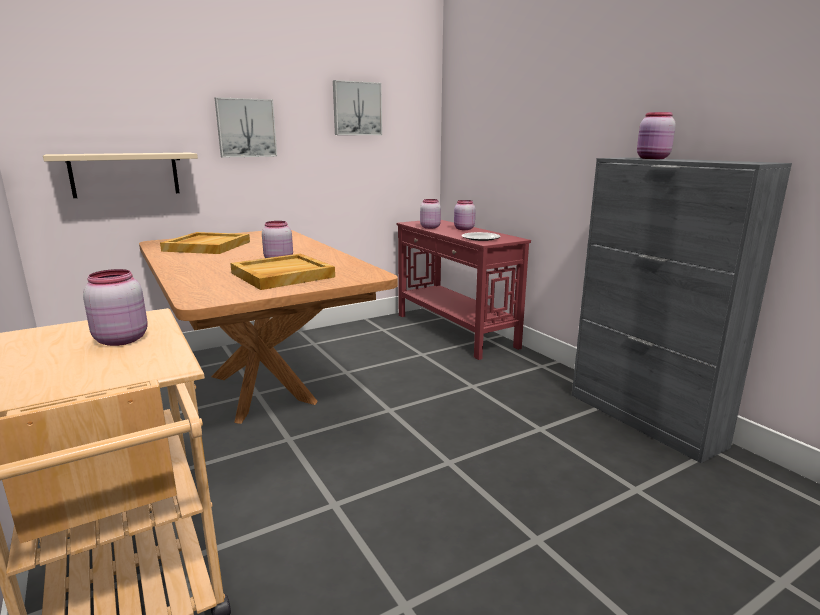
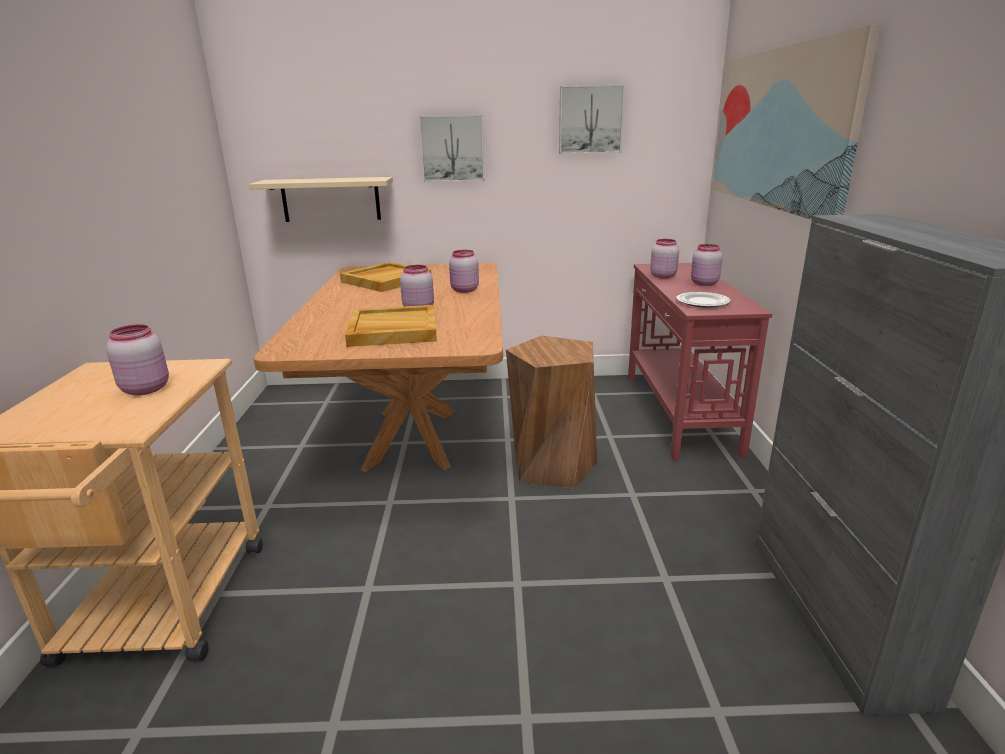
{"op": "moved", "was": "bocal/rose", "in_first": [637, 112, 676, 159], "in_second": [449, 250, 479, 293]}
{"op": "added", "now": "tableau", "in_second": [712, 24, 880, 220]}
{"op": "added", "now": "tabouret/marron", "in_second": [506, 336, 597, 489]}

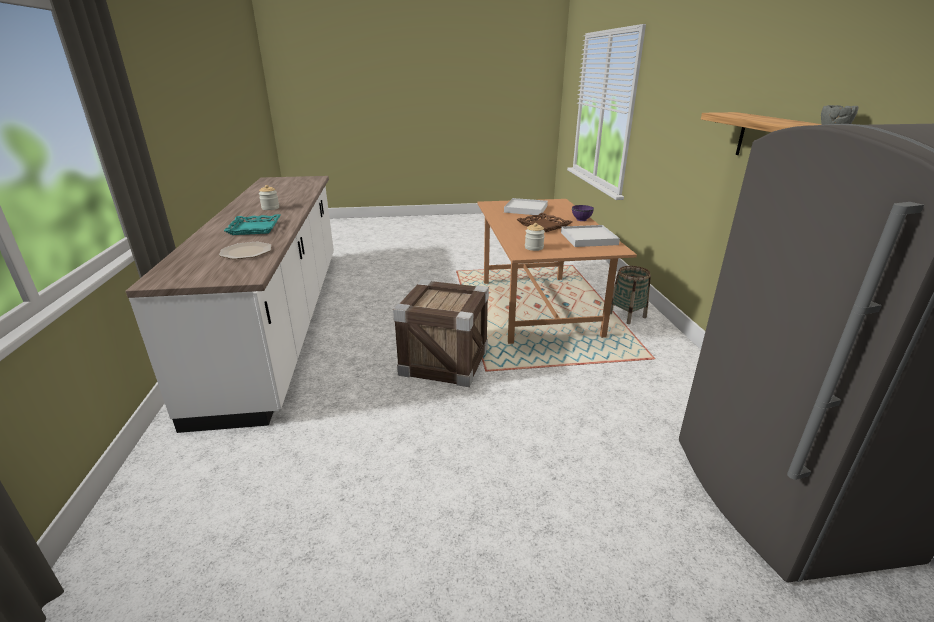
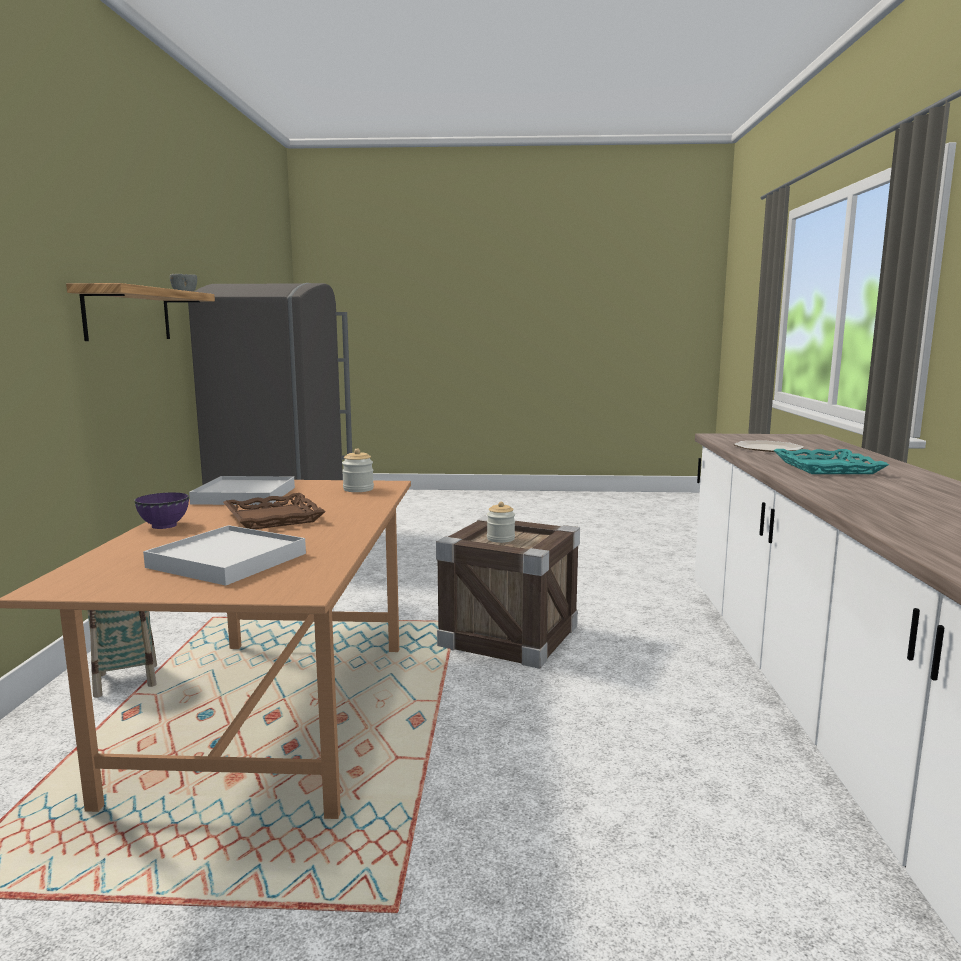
{"op": "moved", "was": "bocal", "in_first": [259, 185, 279, 210], "in_second": [487, 502, 515, 543]}

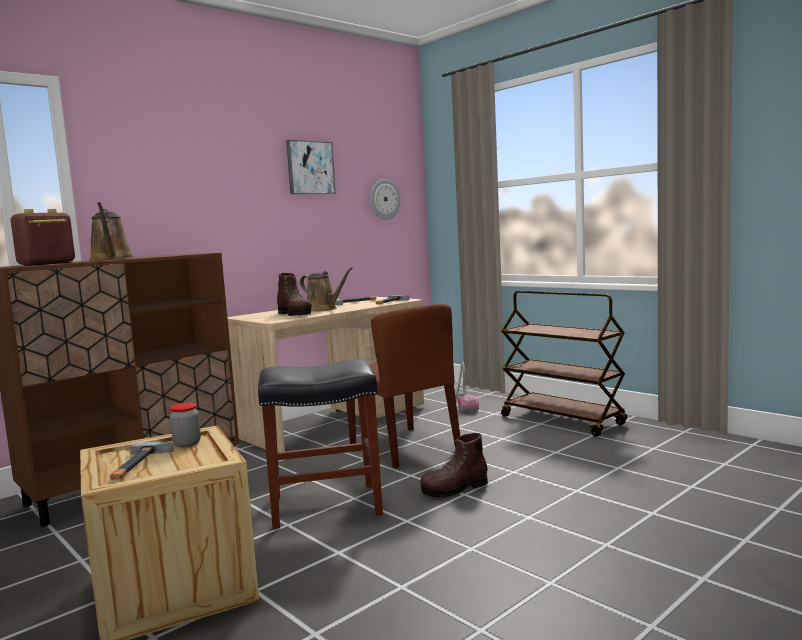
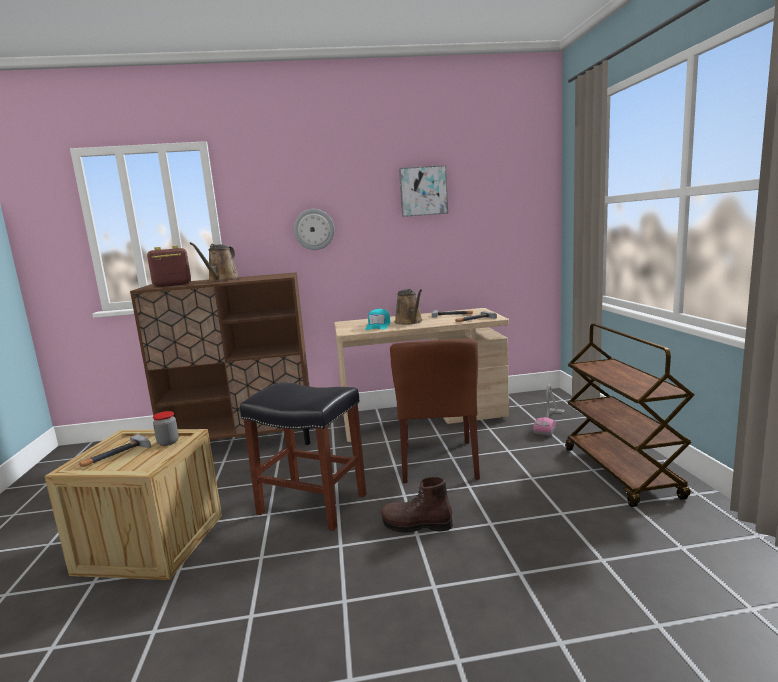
{"op": "moved", "was": "horloge murale", "in_first": [370, 179, 400, 220], "in_second": [294, 209, 335, 250]}
{"op": "replaced", "was": "botte/marron", "now": "casquette/turquoise", "in_first": [277, 273, 312, 316], "in_second": [365, 309, 391, 330]}

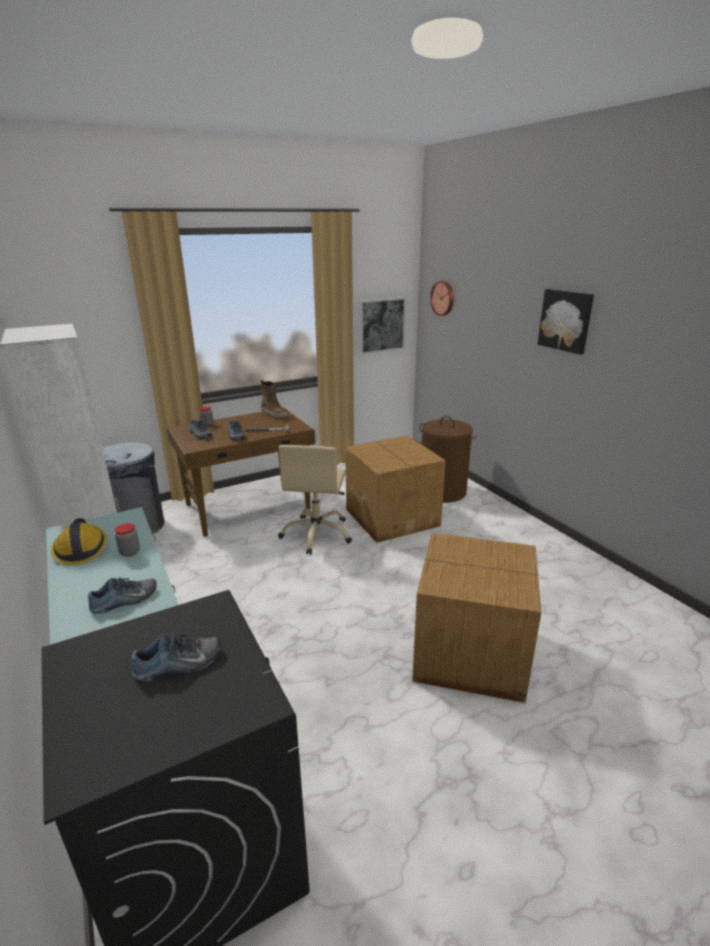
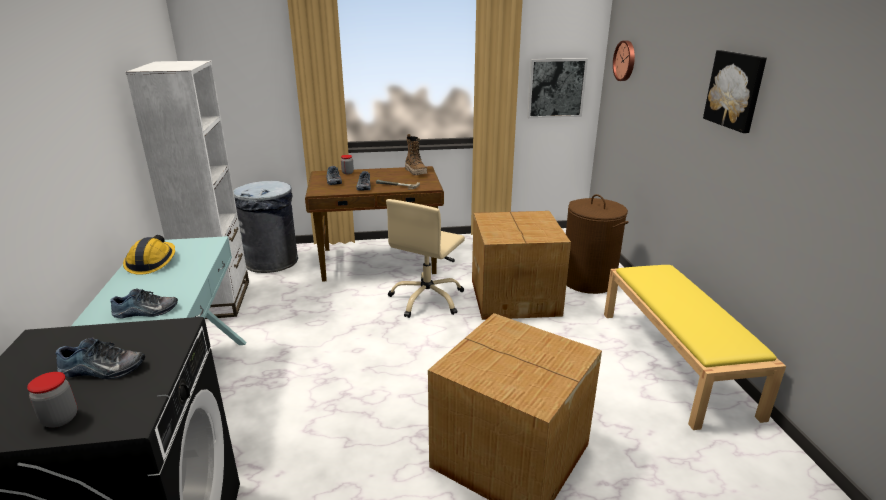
{"op": "moved", "was": "bocal", "in_first": [114, 523, 140, 557], "in_second": [27, 372, 78, 428]}
{"op": "added", "now": "banc/jaune", "in_second": [604, 265, 786, 430]}

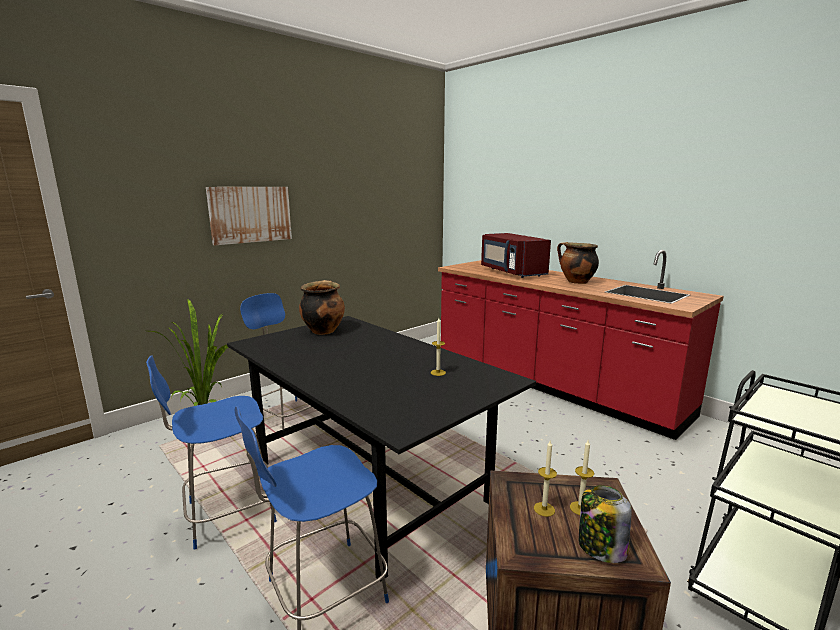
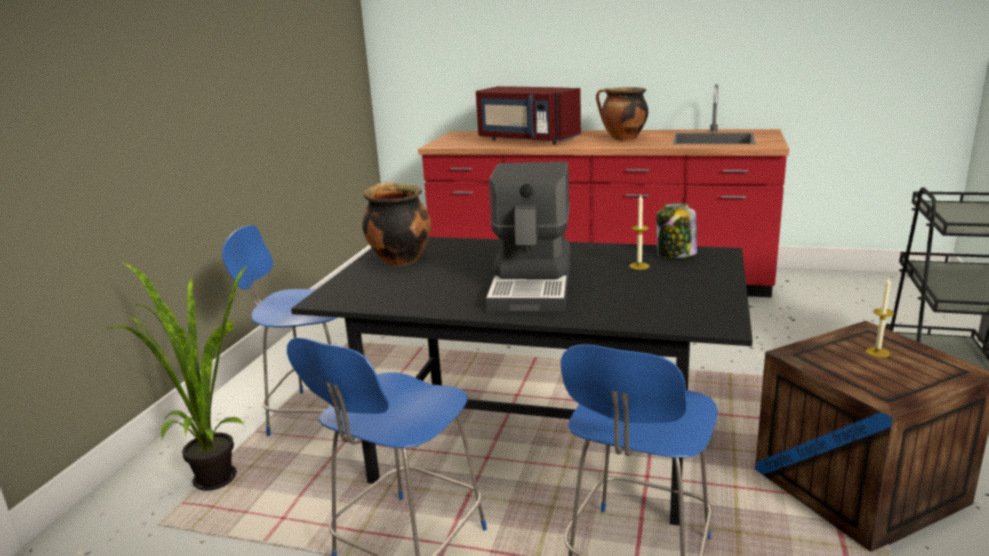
{"op": "removed", "was": "tableau", "in_first": [206, 187, 292, 246]}
{"op": "removed", "was": "bougie", "in_first": [534, 441, 557, 517]}
{"op": "moved", "was": "bocal", "in_first": [579, 485, 632, 563], "in_second": [656, 203, 697, 258]}
{"op": "added", "now": "machine à café", "in_second": [486, 162, 570, 312]}

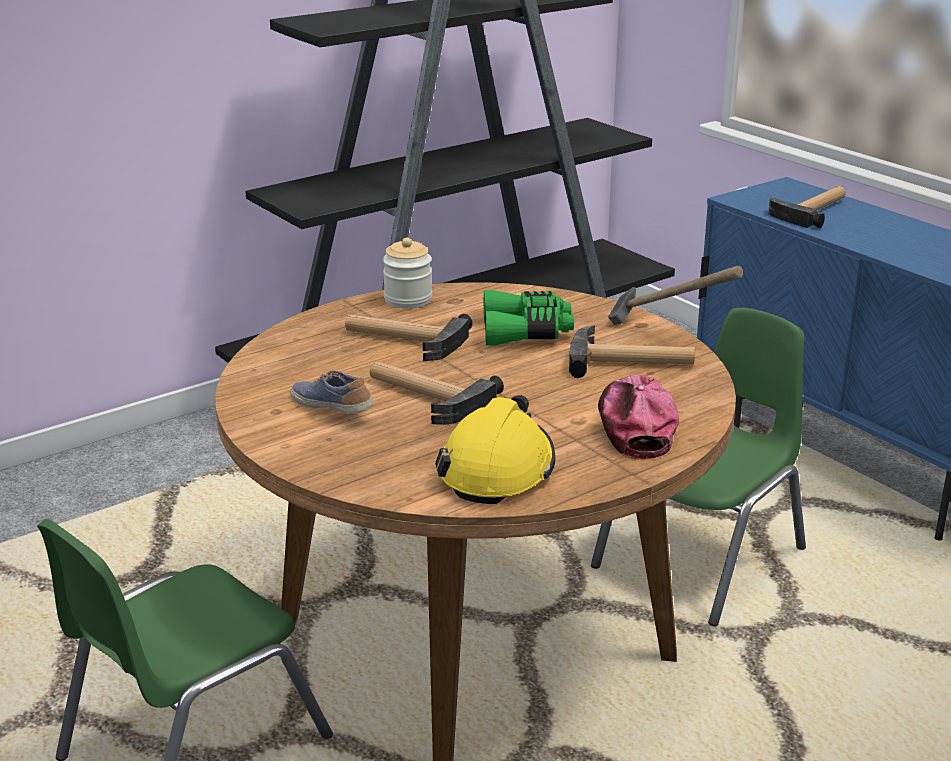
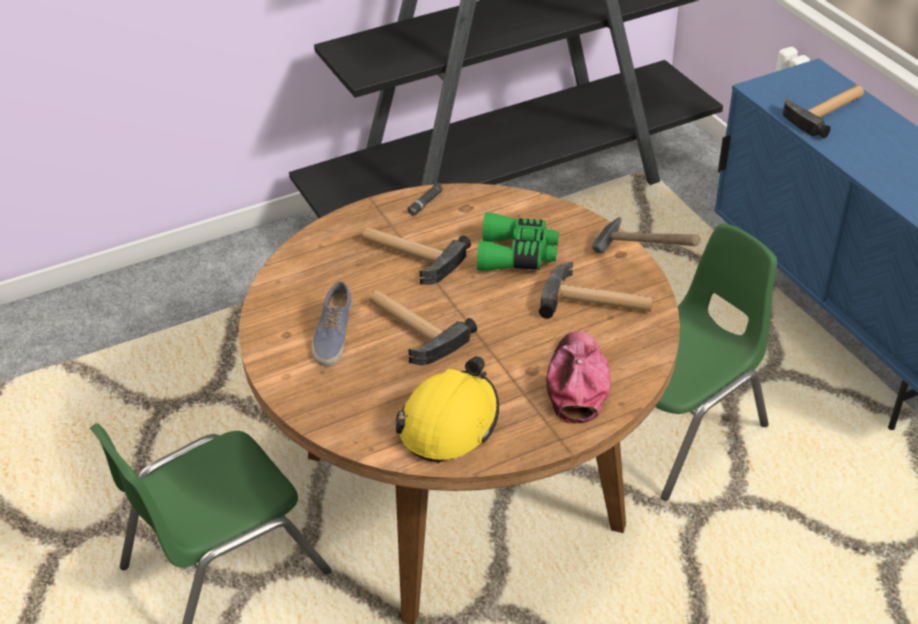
{"op": "replaced", "was": "bocal", "now": "lampe de poche/noir", "in_first": [383, 238, 432, 308], "in_second": [408, 183, 443, 216]}
{"op": "turned", "was": "chaussure", "in_first": [290, 370, 373, 414], "in_second": [312, 281, 353, 366], "clockwise": -135}

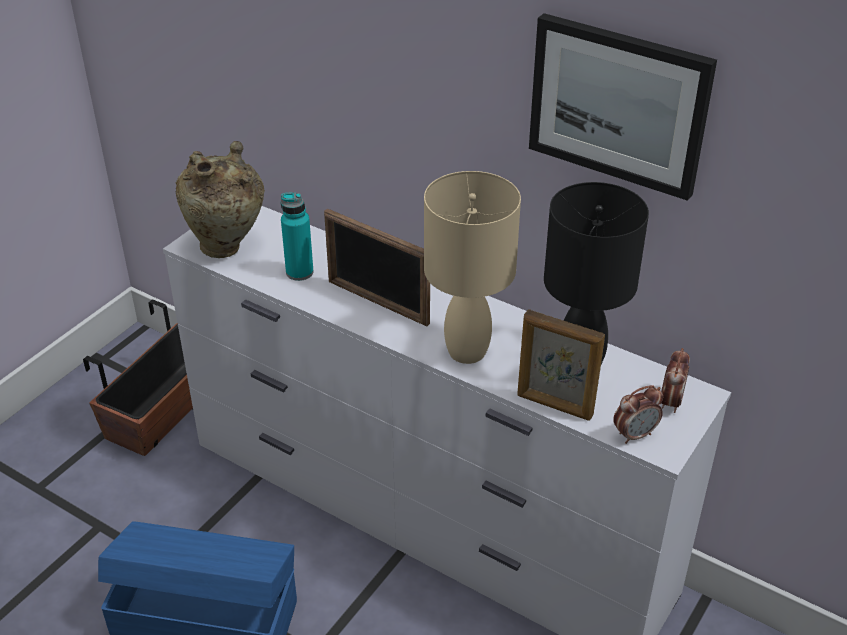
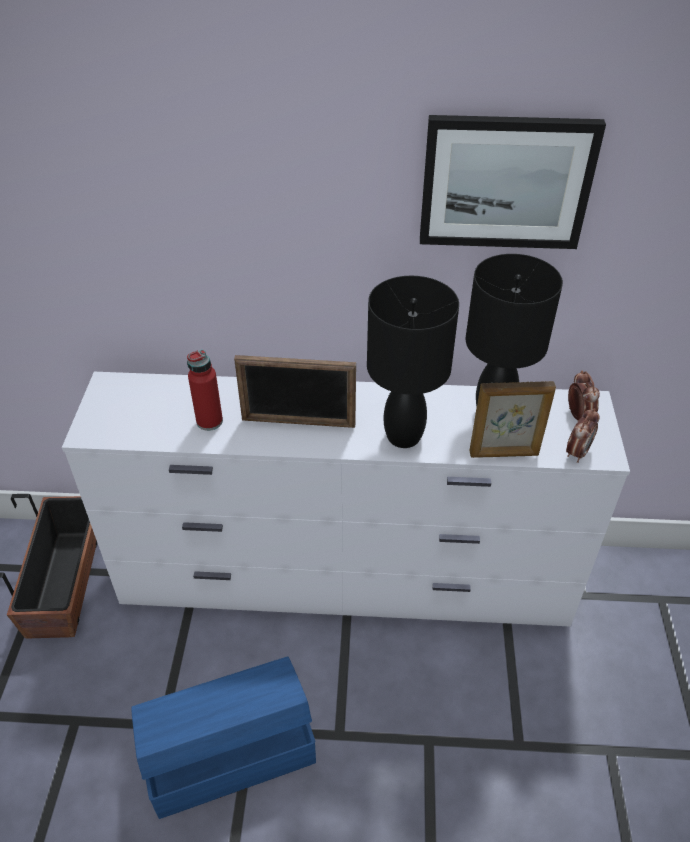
{"op": "removed", "was": "vase/beige", "in_first": [176, 141, 265, 258]}
{"op": "recoloured", "was": "lampe de table/beige", "now": "lampe de table/noir", "in_first": [424, 171, 521, 364], "in_second": [367, 276, 459, 448]}
{"op": "recoloured", "was": "bouteille/turquoise", "now": "bouteille/rouge", "in_first": [281, 192, 314, 281], "in_second": [187, 350, 223, 431]}

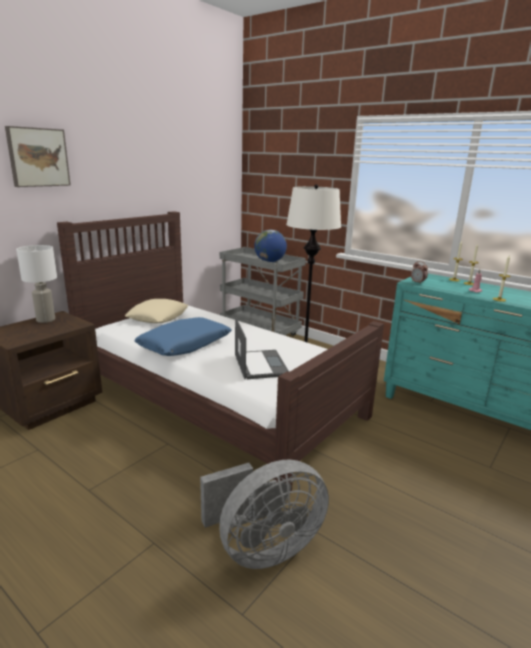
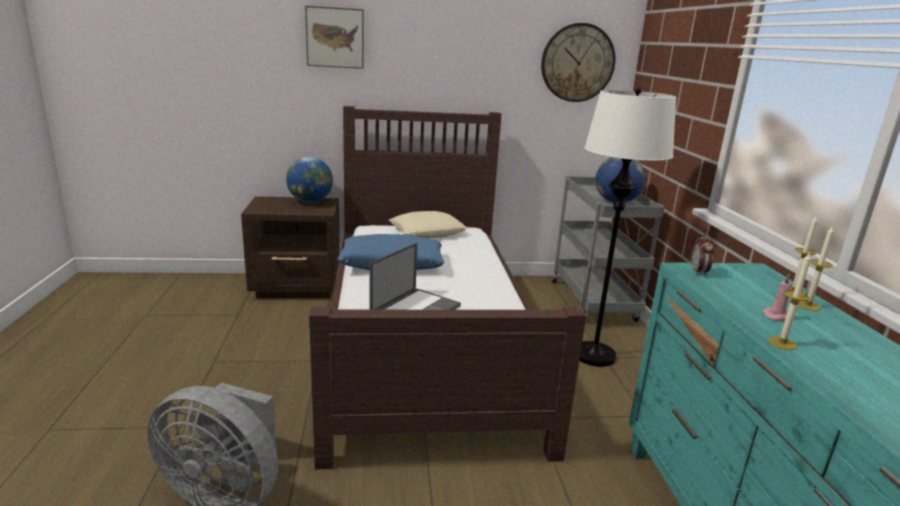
{"op": "replaced", "was": "lampe de table/blanc", "now": "globe", "in_first": [16, 245, 57, 323], "in_second": [286, 157, 333, 203]}
{"op": "added", "now": "horloge murale", "in_second": [541, 23, 616, 102]}

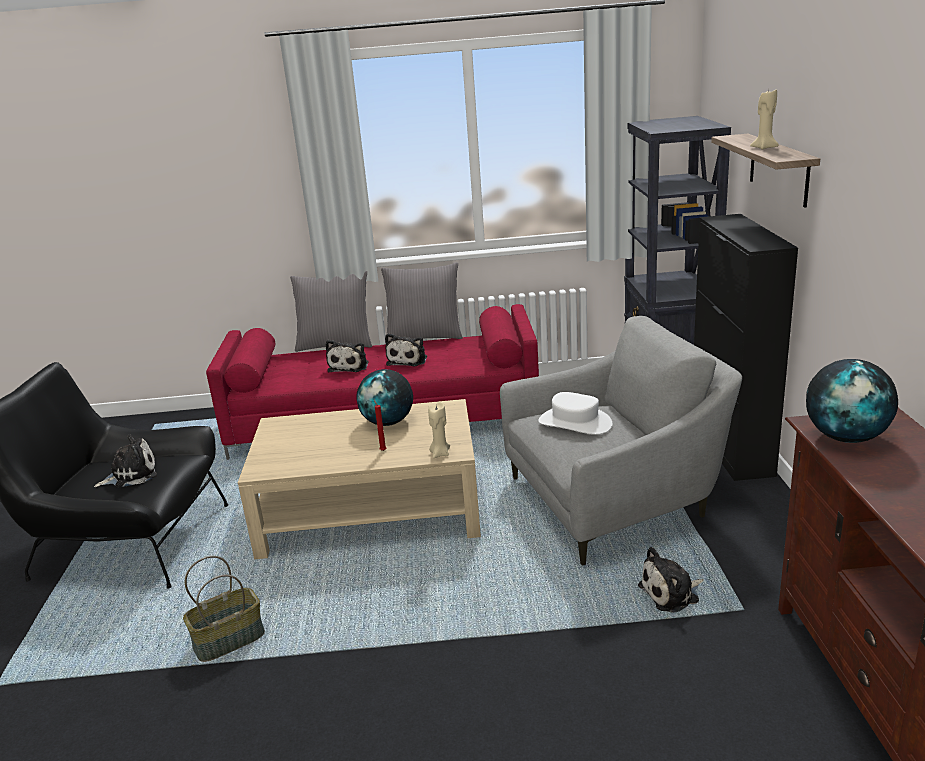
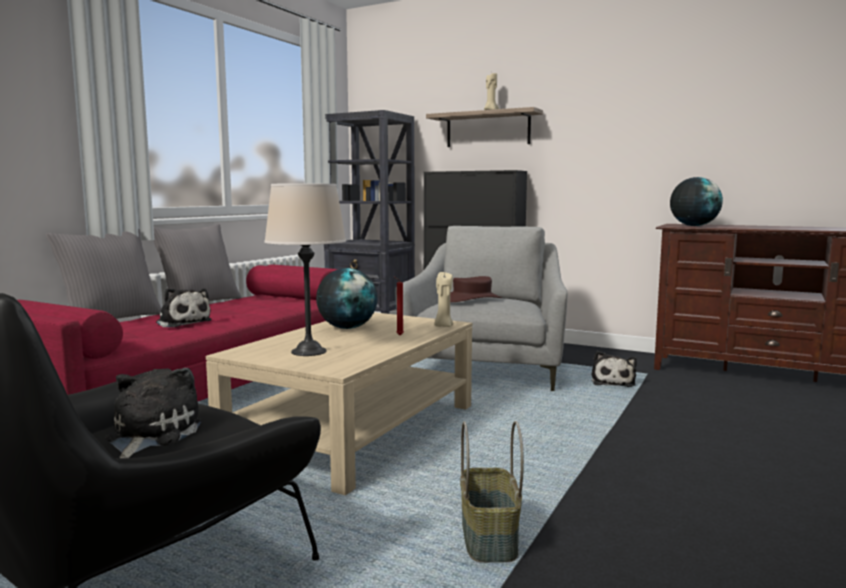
{"op": "removed", "was": "peluche", "in_first": [385, 333, 427, 366]}
{"op": "recoloured", "was": "chapeau/blanc", "now": "chapeau/marron", "in_first": [538, 392, 612, 435], "in_second": [450, 276, 502, 302]}
{"op": "added", "now": "lampe de table/beige", "in_second": [264, 184, 346, 356]}

